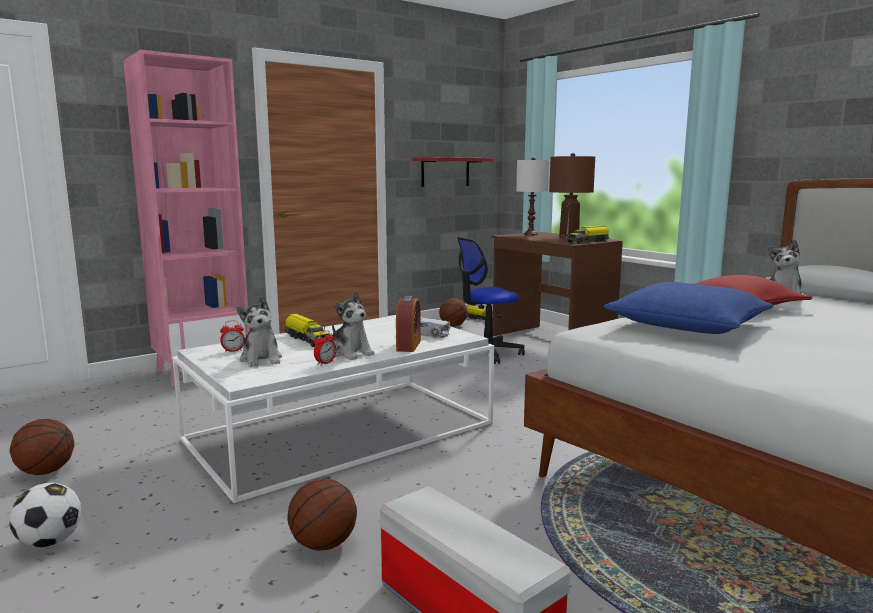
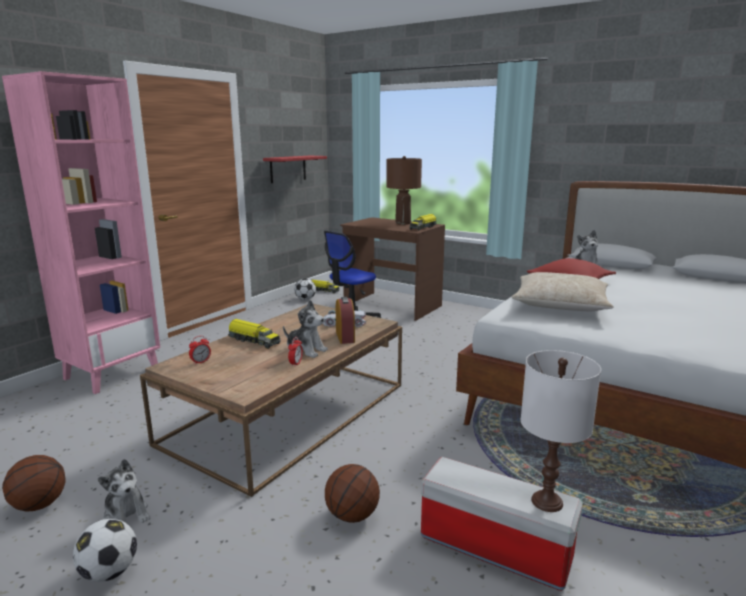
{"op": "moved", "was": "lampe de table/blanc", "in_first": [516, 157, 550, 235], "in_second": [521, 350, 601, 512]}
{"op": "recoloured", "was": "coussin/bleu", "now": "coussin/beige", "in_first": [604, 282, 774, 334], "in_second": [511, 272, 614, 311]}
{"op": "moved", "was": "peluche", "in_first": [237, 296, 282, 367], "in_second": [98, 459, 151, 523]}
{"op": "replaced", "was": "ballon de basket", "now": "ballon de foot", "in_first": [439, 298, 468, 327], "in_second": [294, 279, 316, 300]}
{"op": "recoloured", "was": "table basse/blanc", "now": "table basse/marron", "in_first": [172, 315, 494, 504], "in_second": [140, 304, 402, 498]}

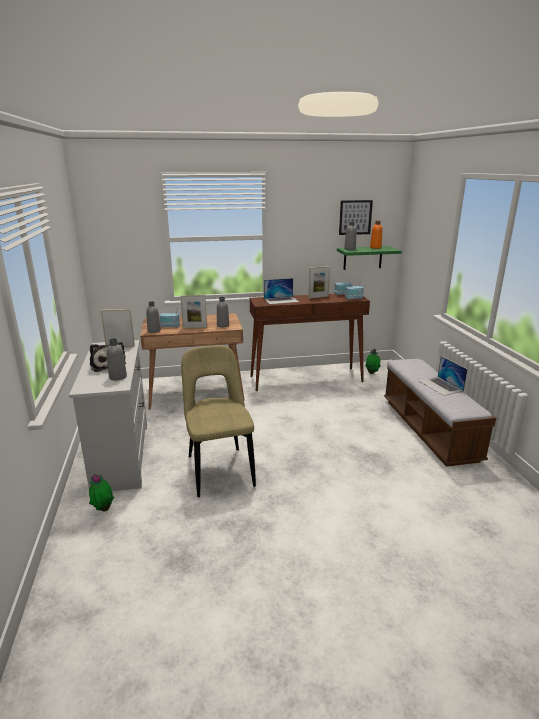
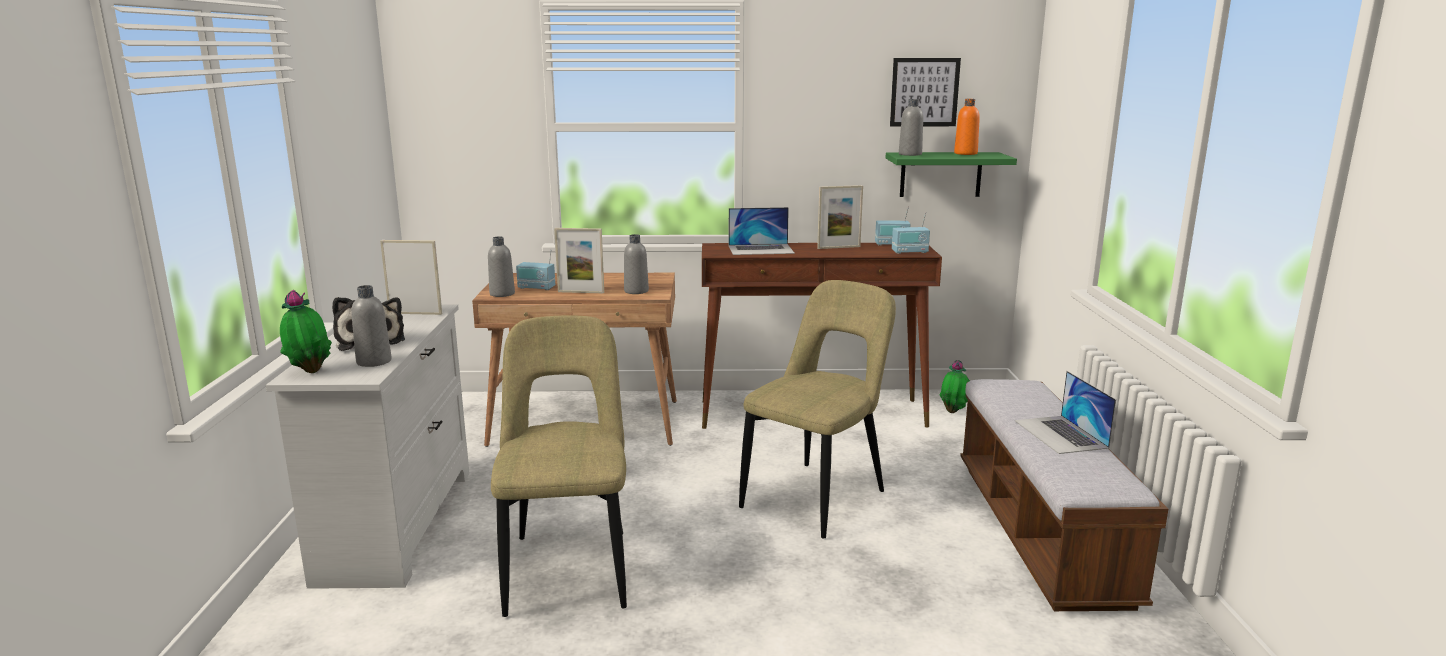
{"op": "moved", "was": "plante en pot", "in_first": [89, 474, 114, 511], "in_second": [280, 290, 332, 373]}
{"op": "added", "now": "chaise/beige", "in_second": [739, 280, 896, 538]}

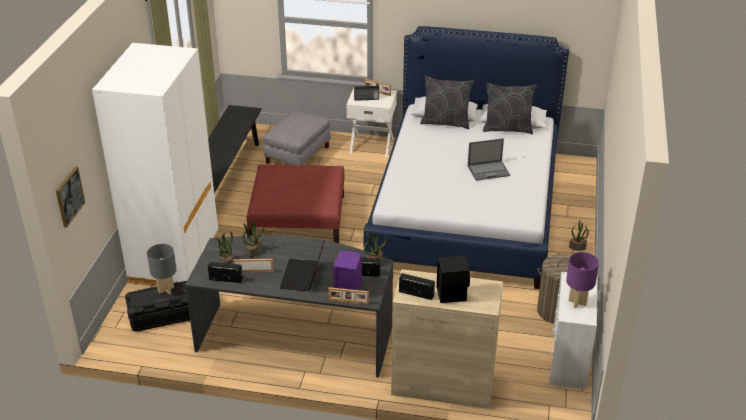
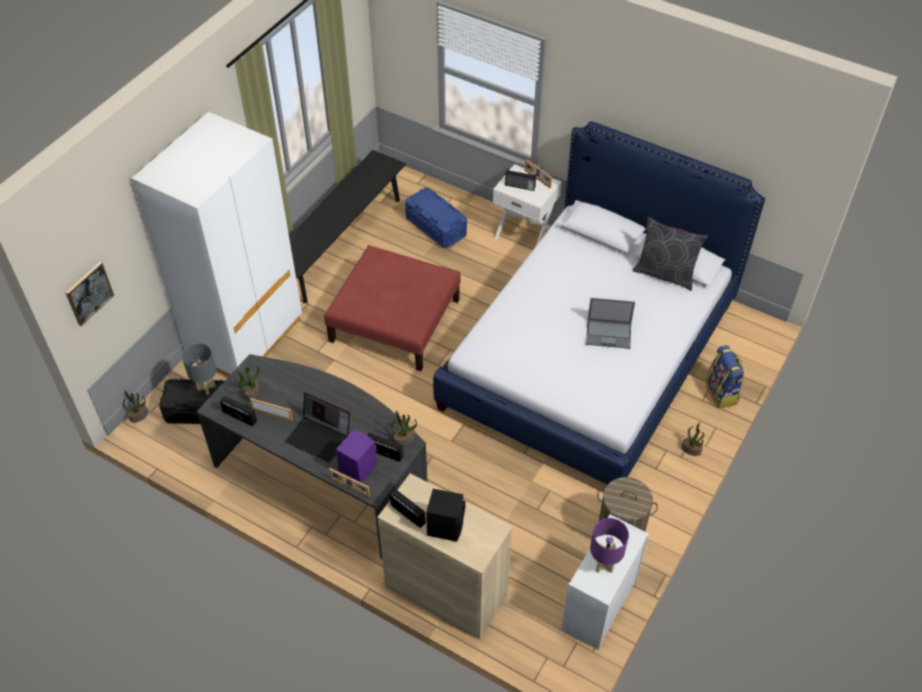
{"op": "removed", "was": "coussin/gris", "in_first": [420, 76, 474, 129]}
{"op": "replaced", "was": "pouf/gris", "now": "boîte de rangement/bleu", "in_first": [263, 110, 331, 165], "in_second": [405, 188, 467, 248]}
{"op": "moved", "was": "plante en pot", "in_first": [243, 222, 264, 257], "in_second": [123, 391, 148, 423]}
{"op": "turned", "was": "ordinateur portable", "in_first": [280, 240, 325, 291], "in_second": [285, 393, 350, 463], "clockwise": -90}
{"op": "added", "now": "sac à dos", "in_second": [705, 345, 744, 408]}

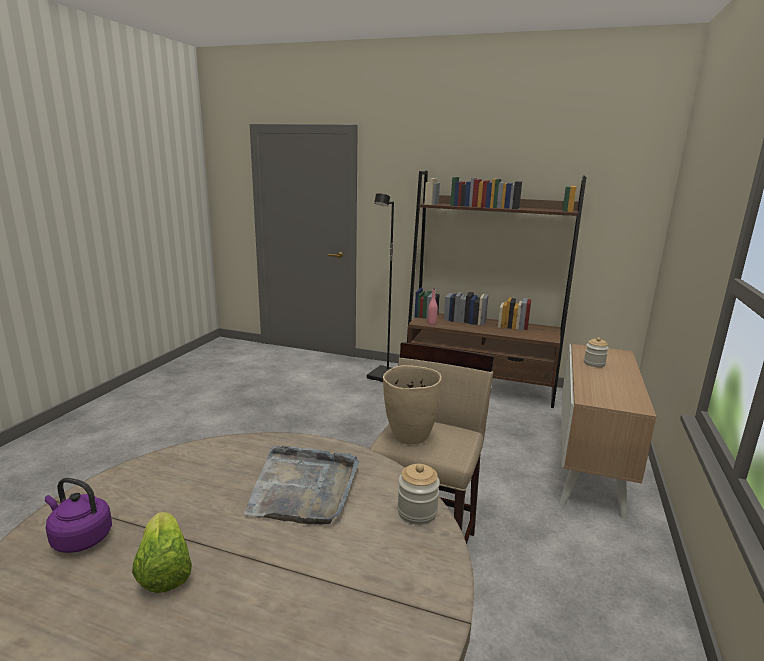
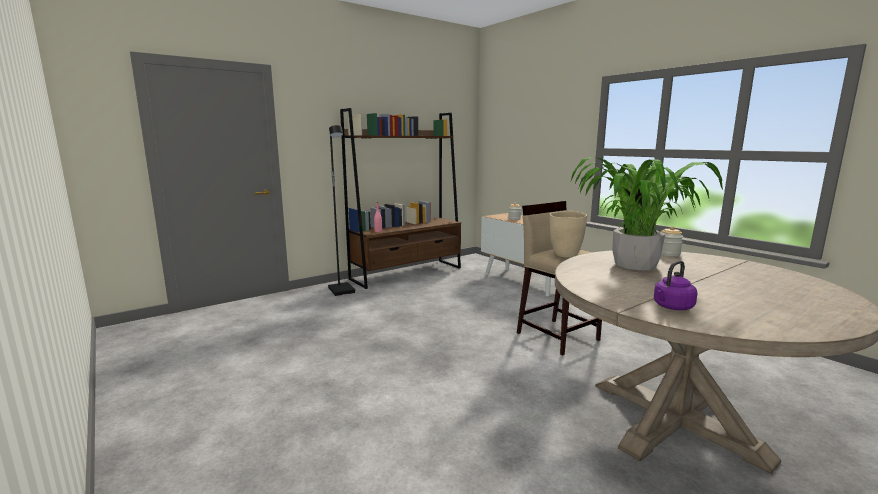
{"op": "replaced", "was": "plateau/gris", "now": "plante en pot", "in_first": [244, 445, 359, 524], "in_second": [571, 157, 723, 270]}
{"op": "removed", "was": "laitue", "in_first": [132, 512, 192, 593]}

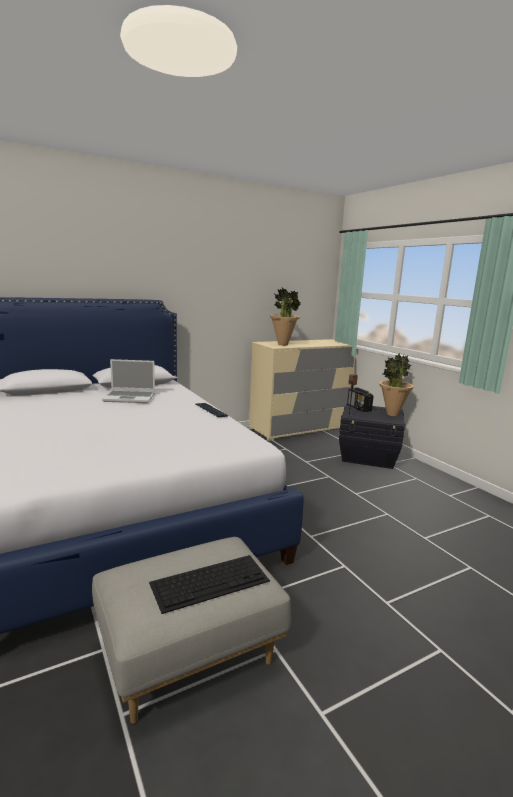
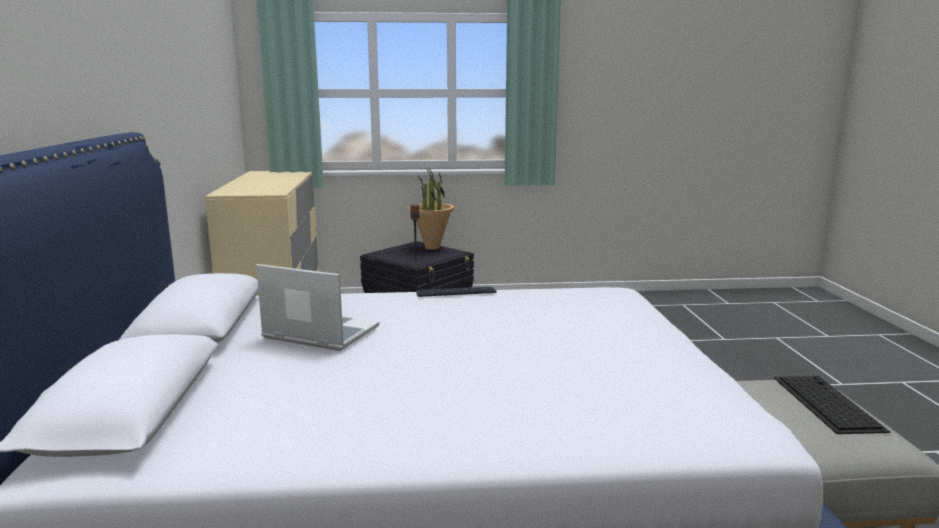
{"op": "removed", "was": "plante en pot", "in_first": [270, 288, 301, 345]}
{"op": "turned", "was": "ordinateur portable", "in_first": [102, 359, 155, 403], "in_second": [256, 264, 380, 351], "clockwise": -90}
{"op": "removed", "was": "radio", "in_first": [347, 387, 374, 412]}

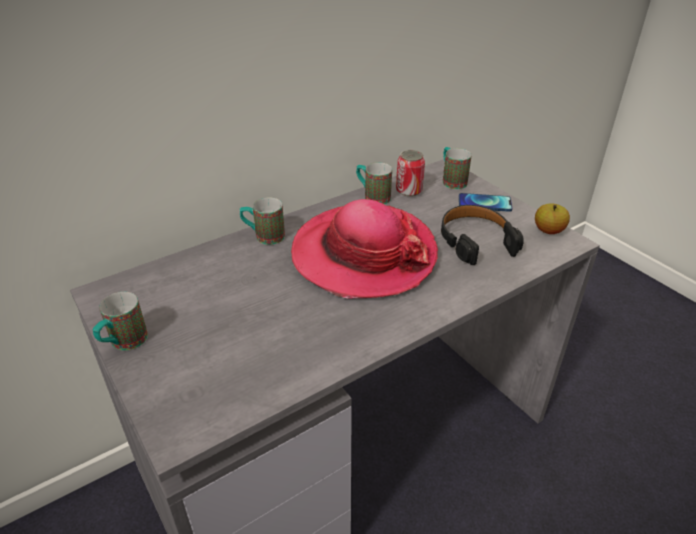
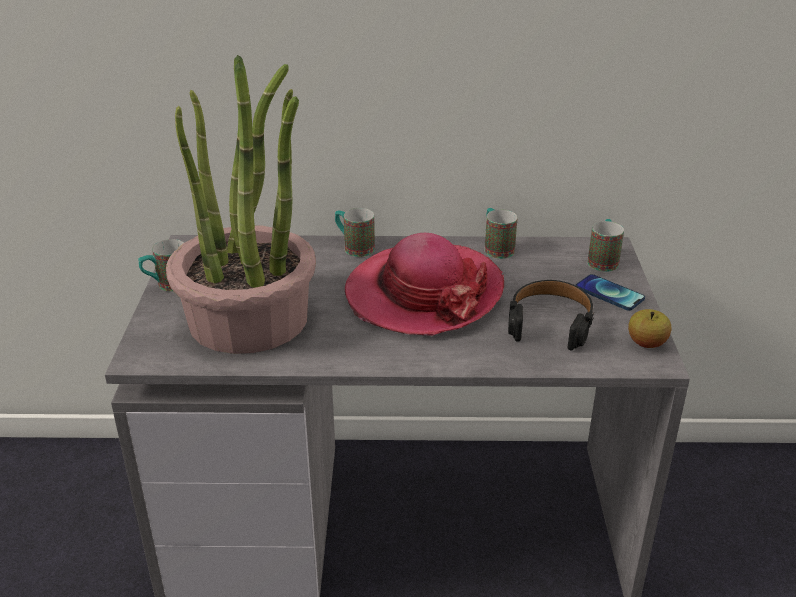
{"op": "removed", "was": "boîte métallique", "in_first": [396, 150, 425, 197]}
{"op": "added", "now": "plante en pot", "in_second": [166, 55, 316, 354]}

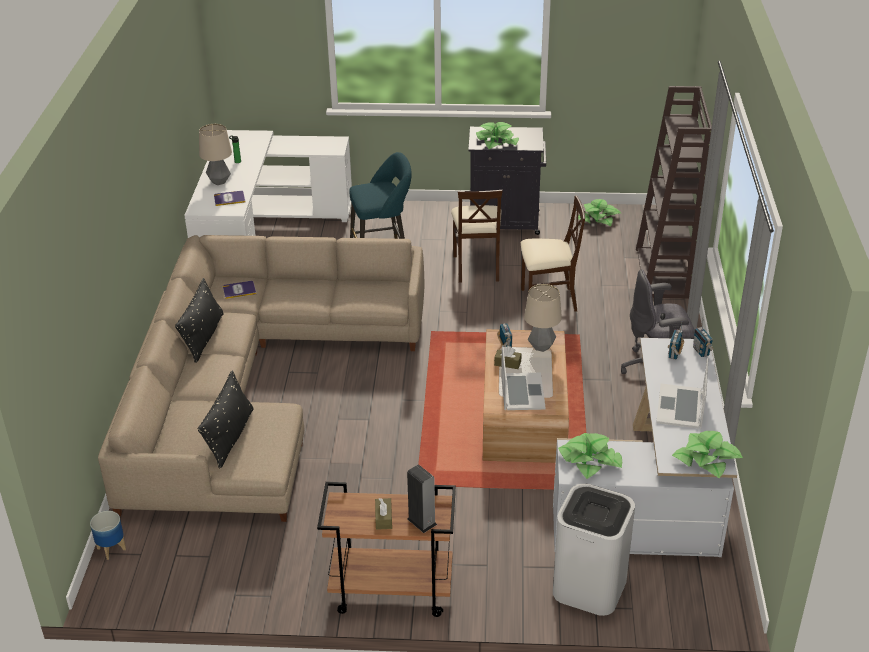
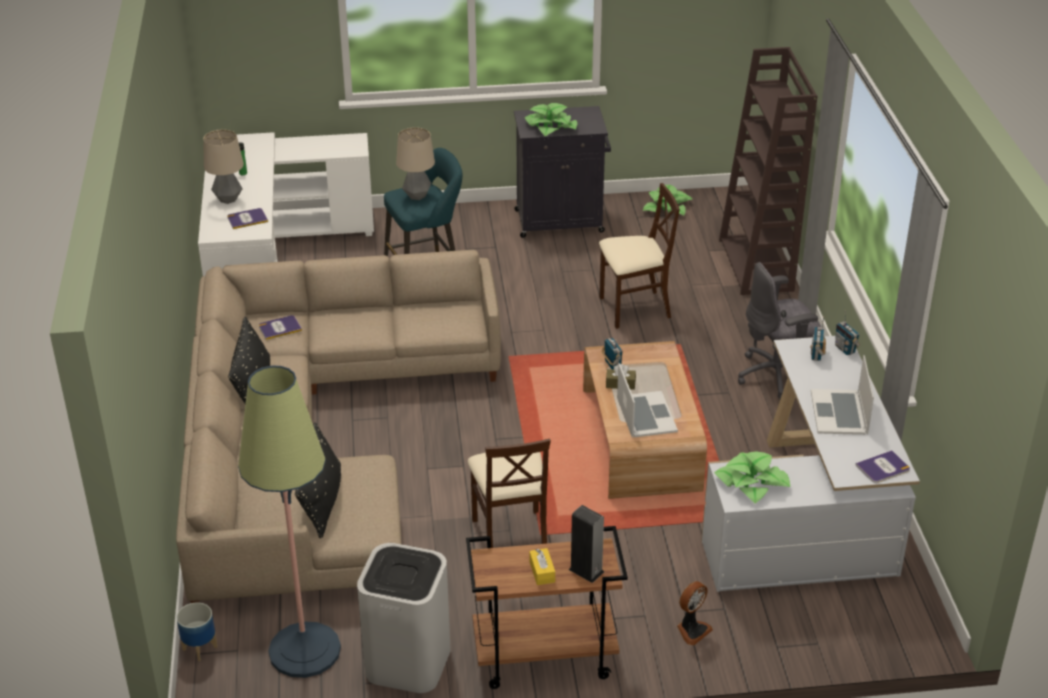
{"op": "moved", "was": "chaise/beige", "in_first": [451, 190, 503, 283], "in_second": [468, 439, 551, 548]}
{"op": "moved", "was": "lampe de table", "in_first": [524, 284, 562, 352], "in_second": [396, 127, 435, 200]}
{"op": "replaced", "was": "plante en pot", "now": "livre", "in_first": [672, 431, 743, 478], "in_second": [855, 450, 910, 483]}
{"op": "moved", "was": "poubelle/blanc", "in_first": [553, 483, 635, 616], "in_second": [357, 543, 451, 693]}
{"op": "recoloured", "was": "boîte à mouchoirs/marron", "now": "boîte à mouchoirs/jaune", "in_first": [375, 498, 392, 530], "in_second": [529, 548, 555, 585]}
{"op": "added", "now": "lampadaire", "in_second": [238, 365, 341, 678]}
{"op": "added", "now": "ventilateur", "in_second": [677, 581, 713, 645]}

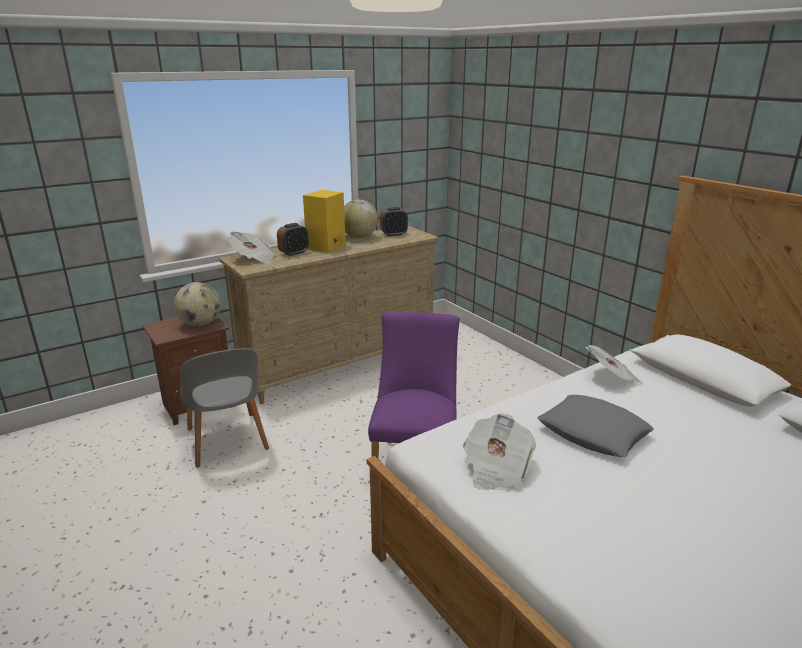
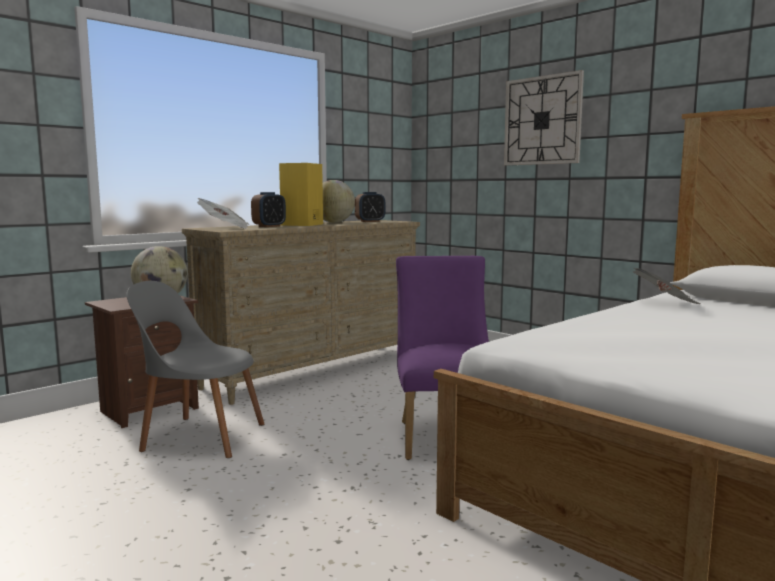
{"op": "turned", "was": "chaise/gris", "in_first": [180, 348, 269, 468], "in_second": [126, 281, 264, 458], "clockwise": 135}
{"op": "removed", "was": "coussin/gris", "in_first": [537, 395, 654, 457]}
{"op": "removed", "was": "journal", "in_first": [463, 413, 536, 490]}
{"op": "added", "now": "horloge murale", "in_second": [504, 70, 584, 165]}

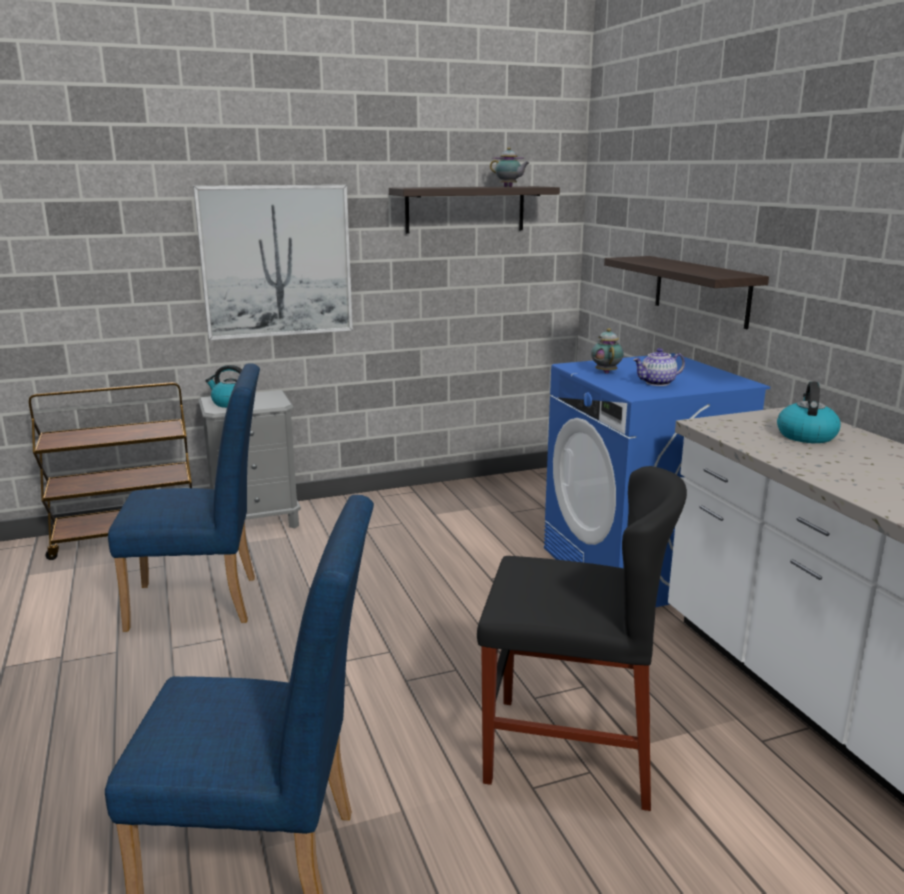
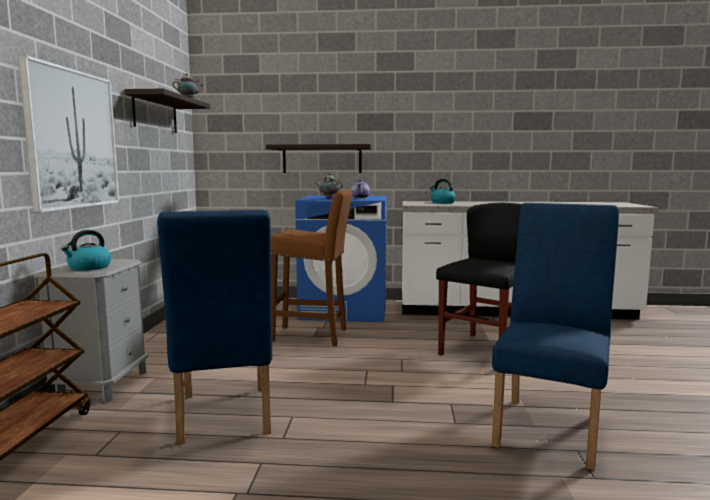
{"op": "turned", "was": "chaise/bleu", "in_first": [108, 363, 260, 632], "in_second": [157, 210, 272, 445], "clockwise": 150}
{"op": "added", "now": "tabouret/marron", "in_second": [271, 190, 352, 346]}

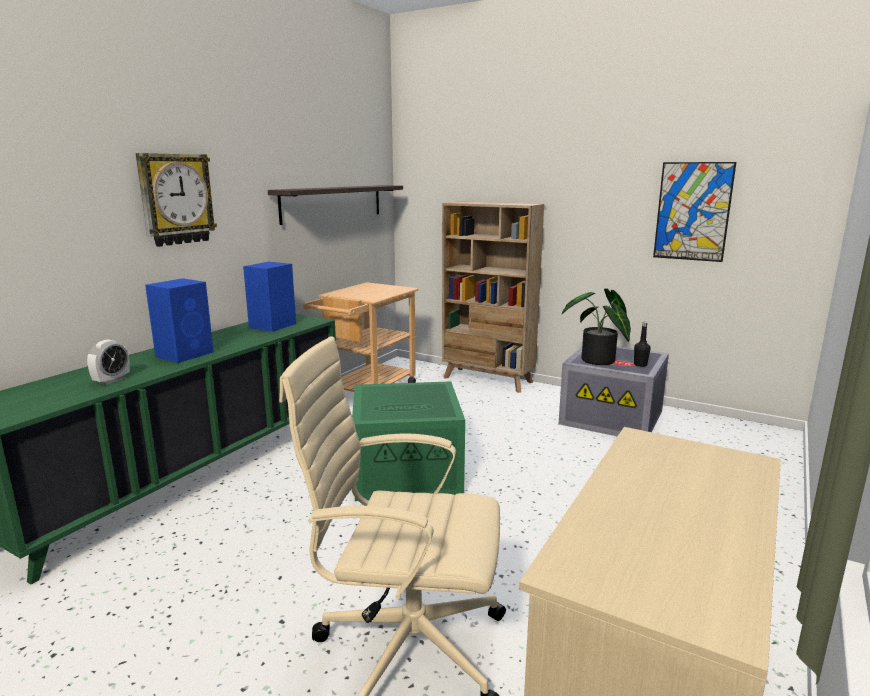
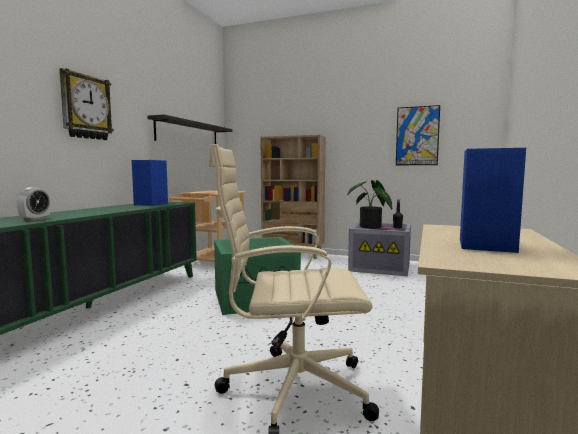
{"op": "moved", "was": "enceinte/bleu", "in_first": [145, 278, 214, 363], "in_second": [460, 148, 526, 253]}

